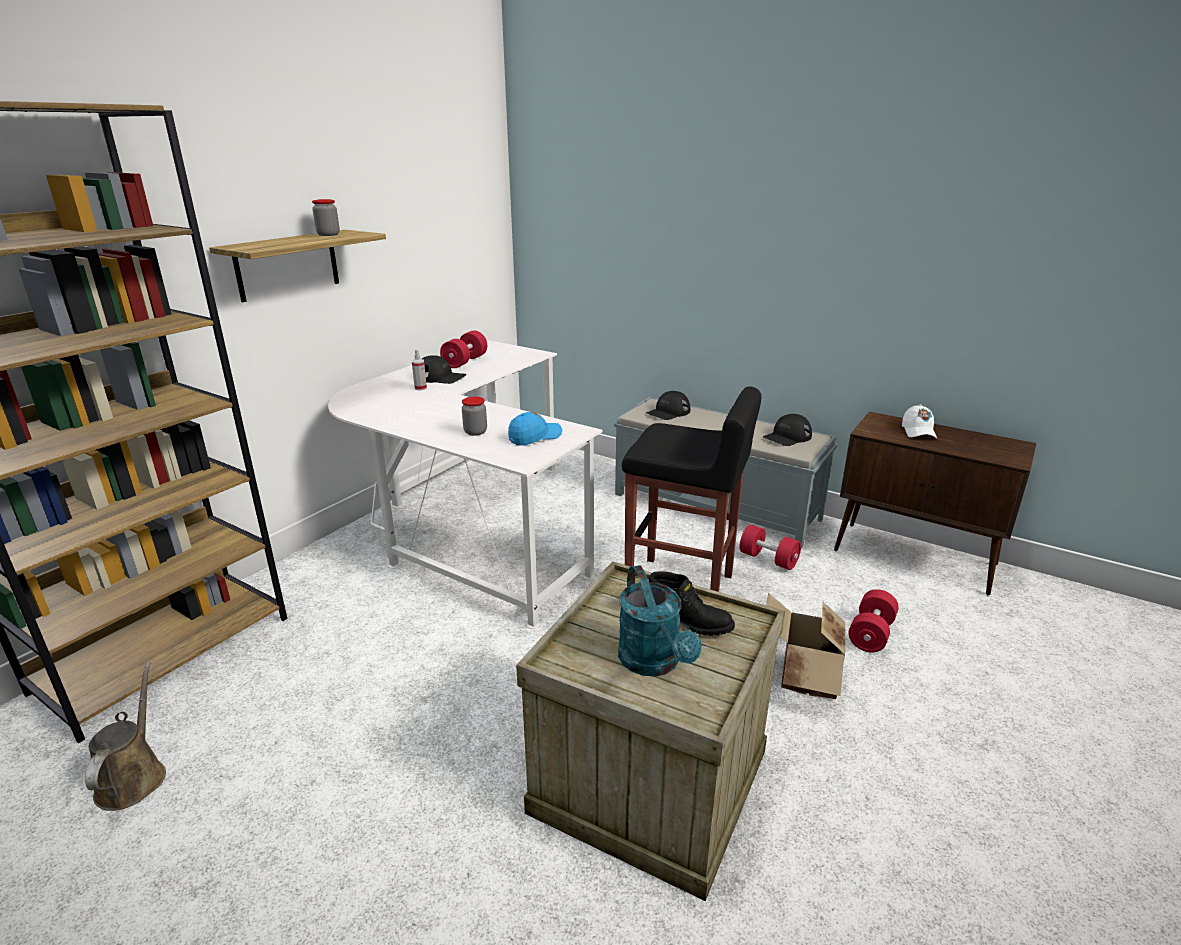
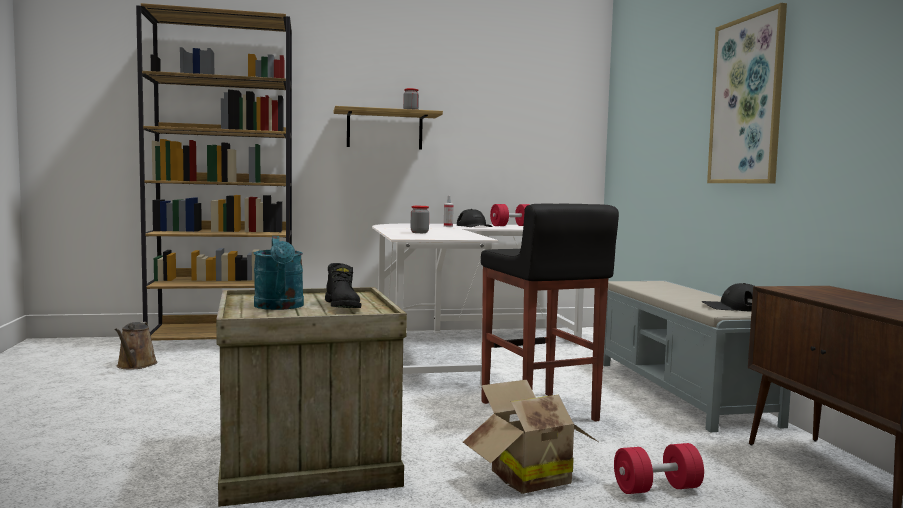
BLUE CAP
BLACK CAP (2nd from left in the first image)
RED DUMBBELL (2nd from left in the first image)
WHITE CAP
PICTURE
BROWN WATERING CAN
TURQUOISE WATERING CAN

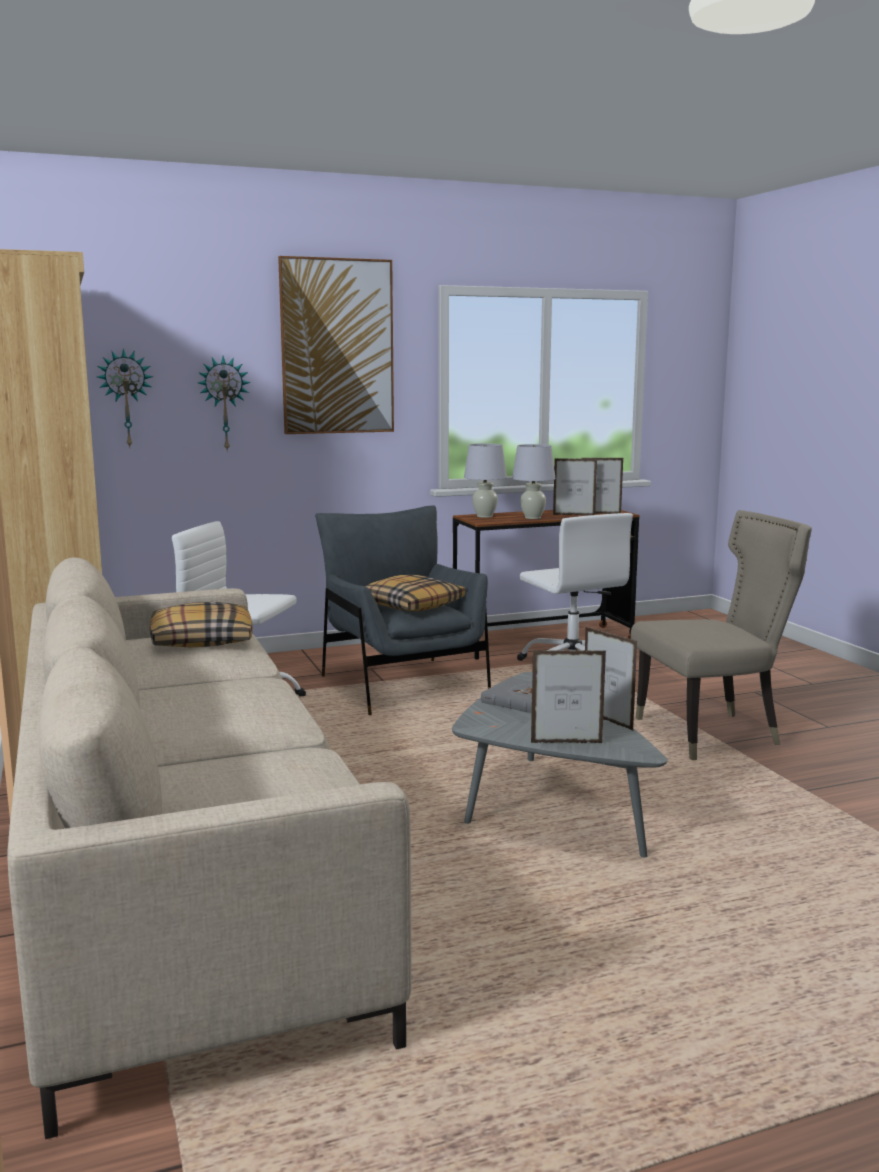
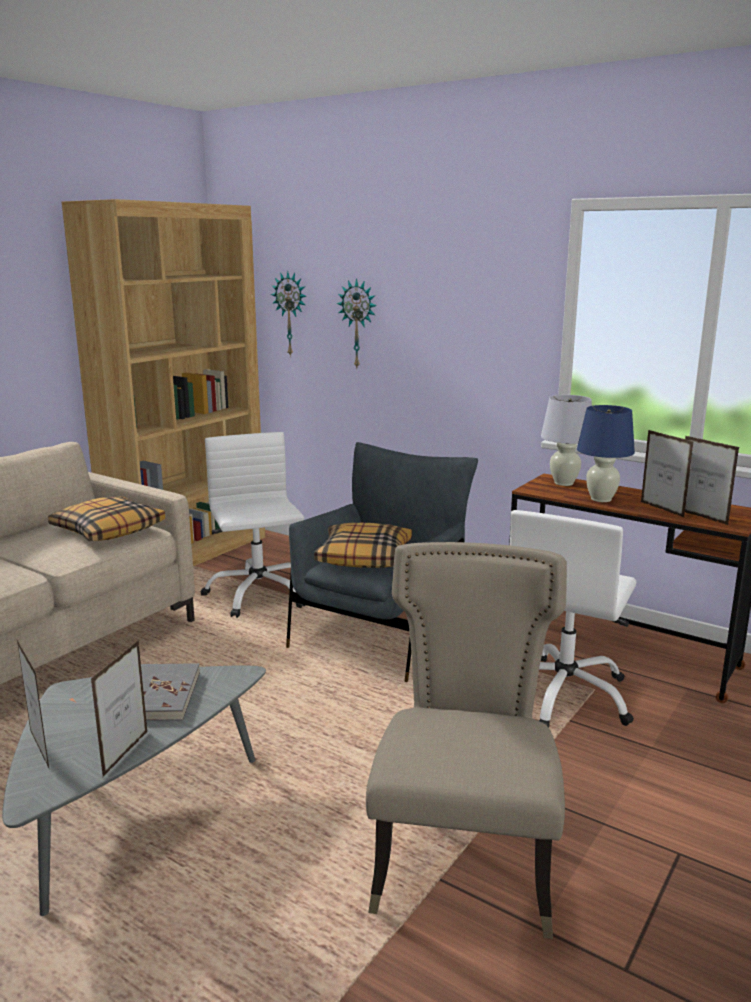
PICTURE
BLUE TABLE LAMP
BEIGE CHAIR

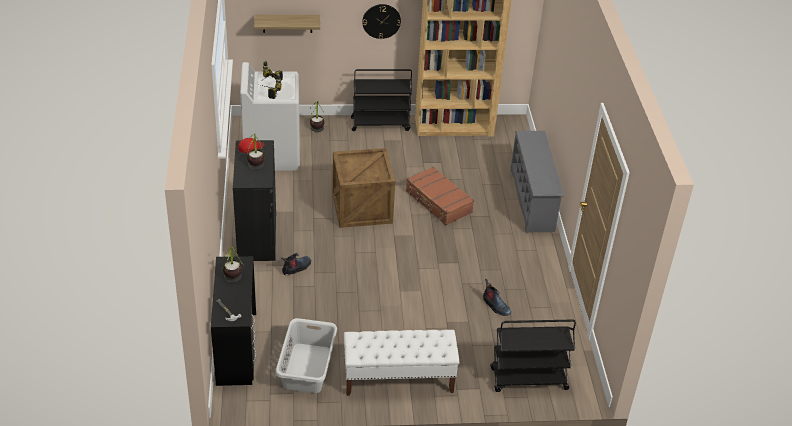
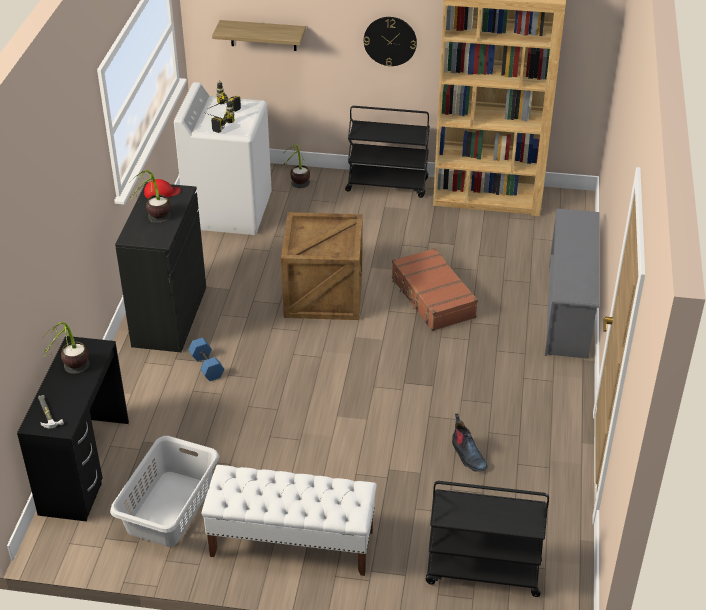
BLUE DUMBBELL

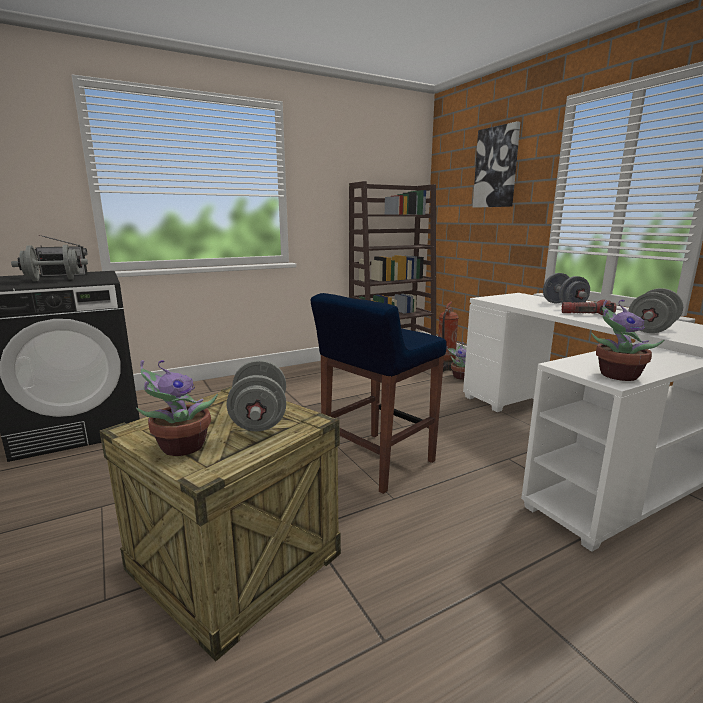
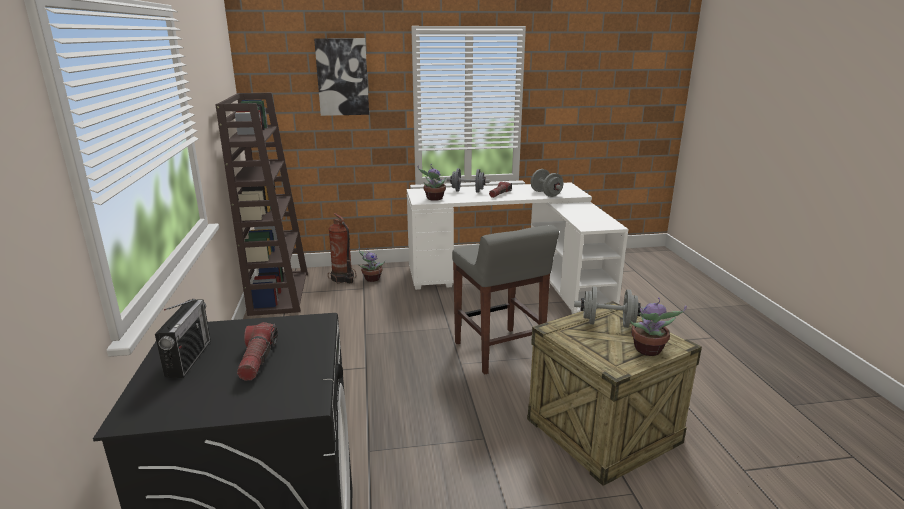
POTTED PLANT (2nd from left)
FLASHLIGHT (1st from left)
GREY STOOL

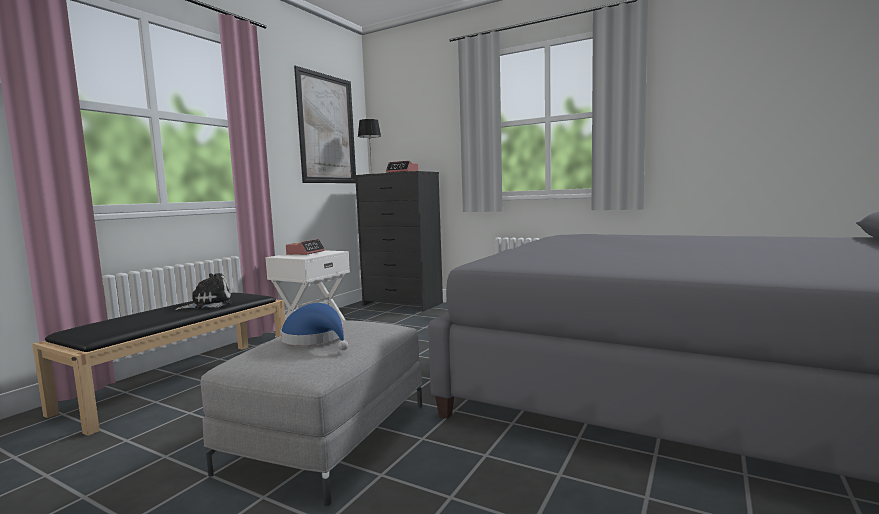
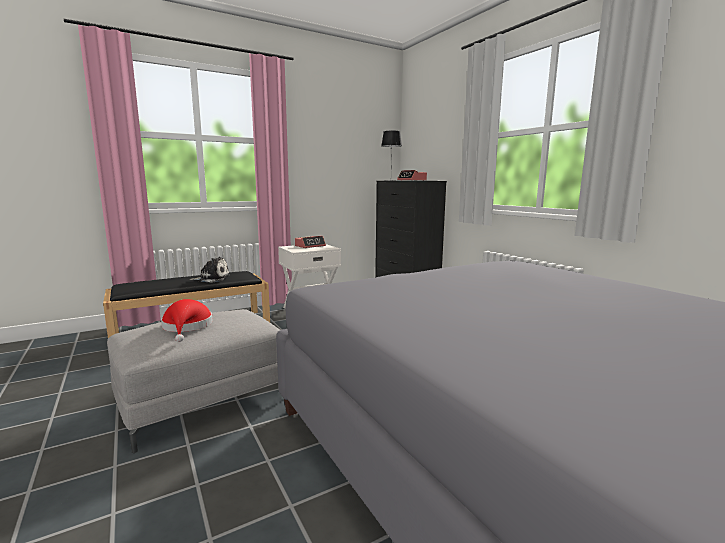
PICTURE
RED HAT

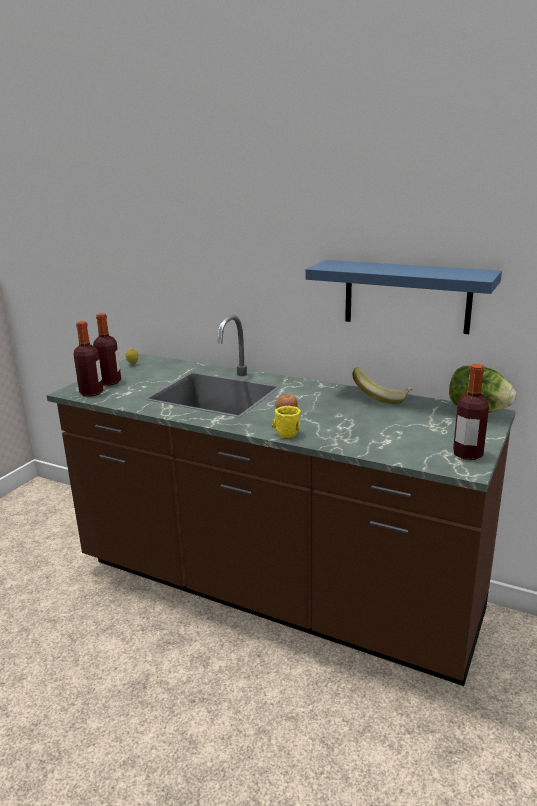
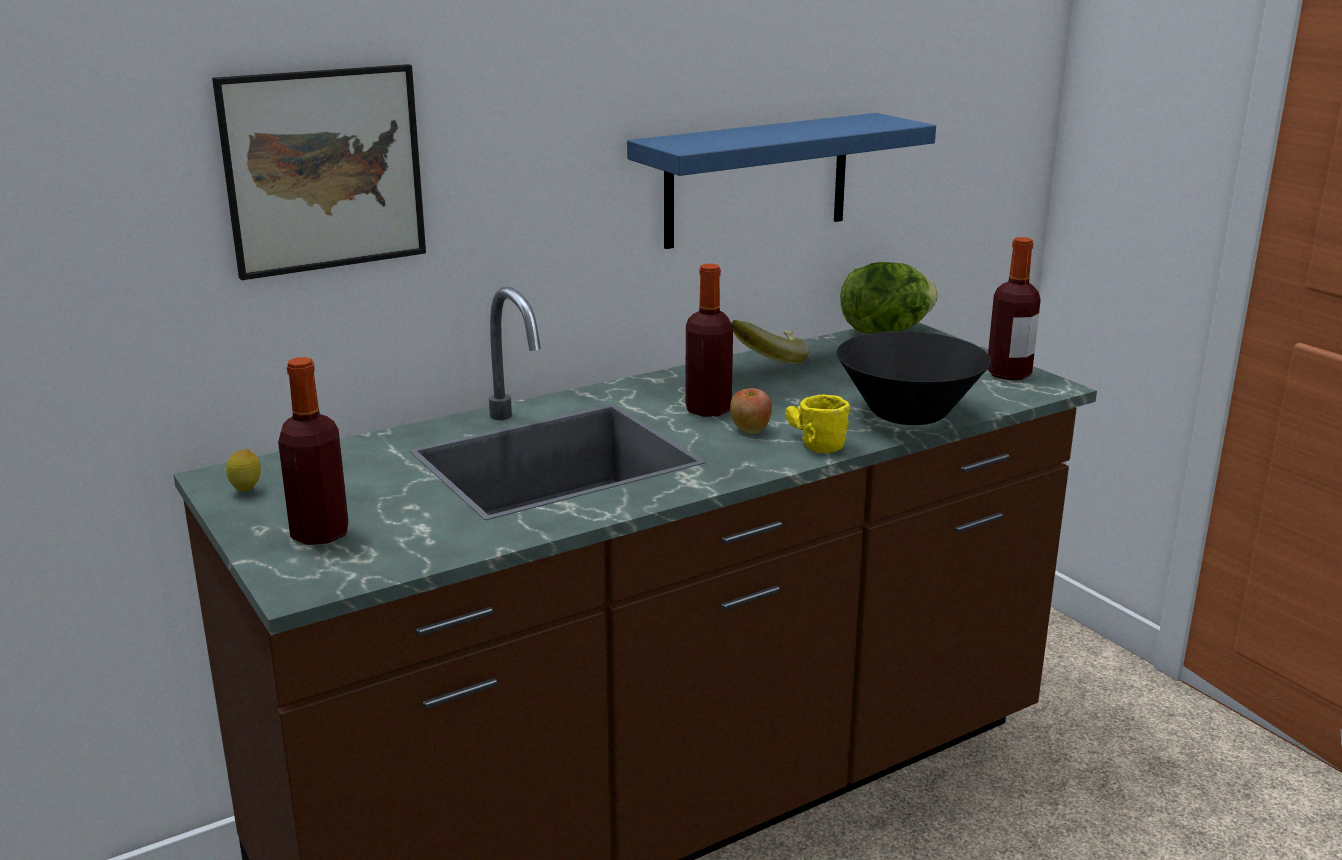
PICTURE
BLACK BOWL
BOTTLE (2nd from left)

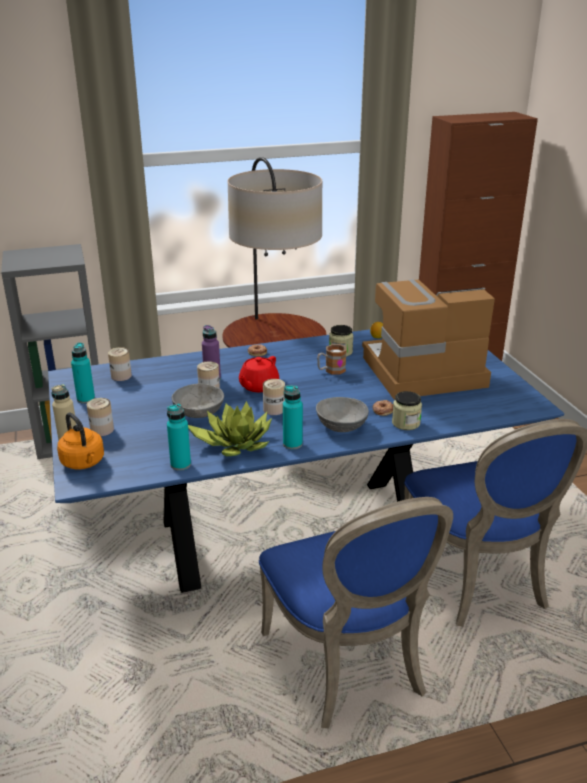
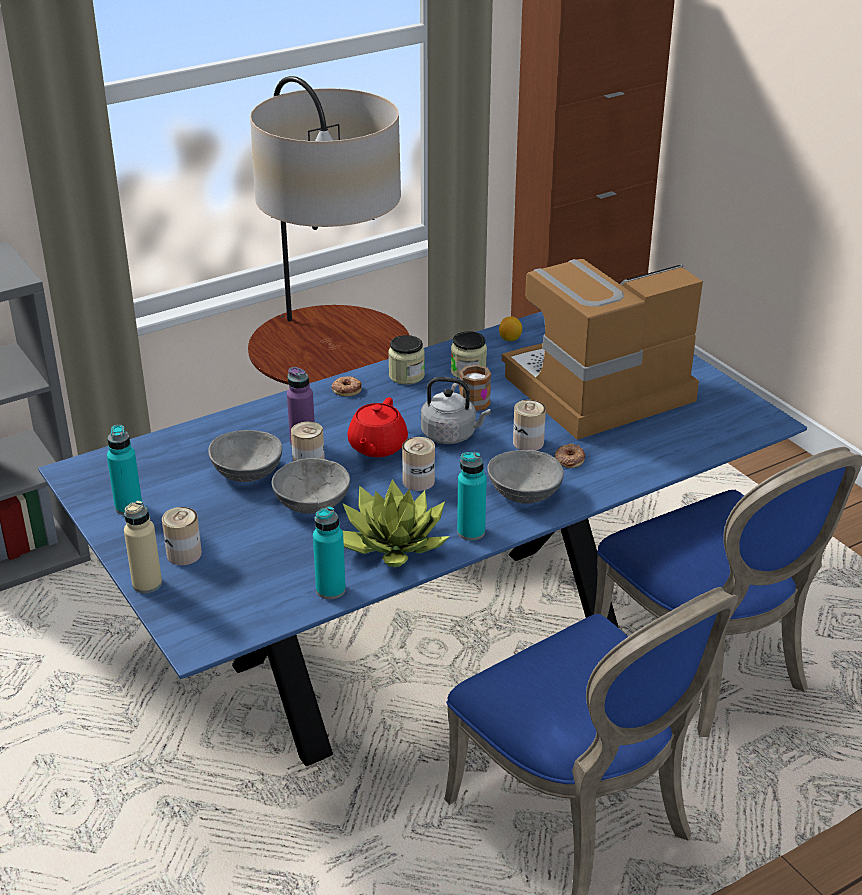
ORANGE KETTLE
GREY BOWL (1st from left)
GREY KETTLE
CAN (4th from left)
JAR (1st from left)

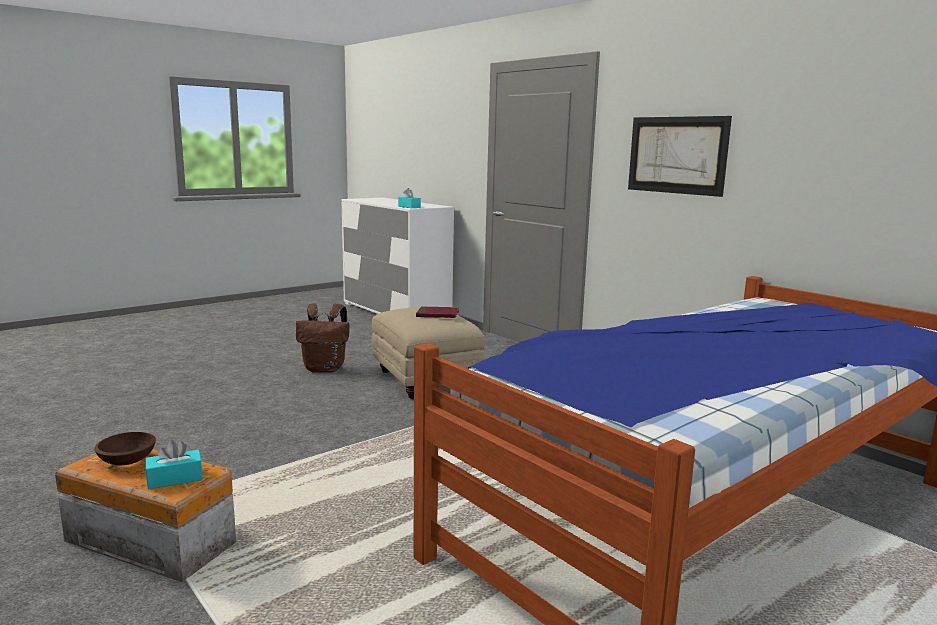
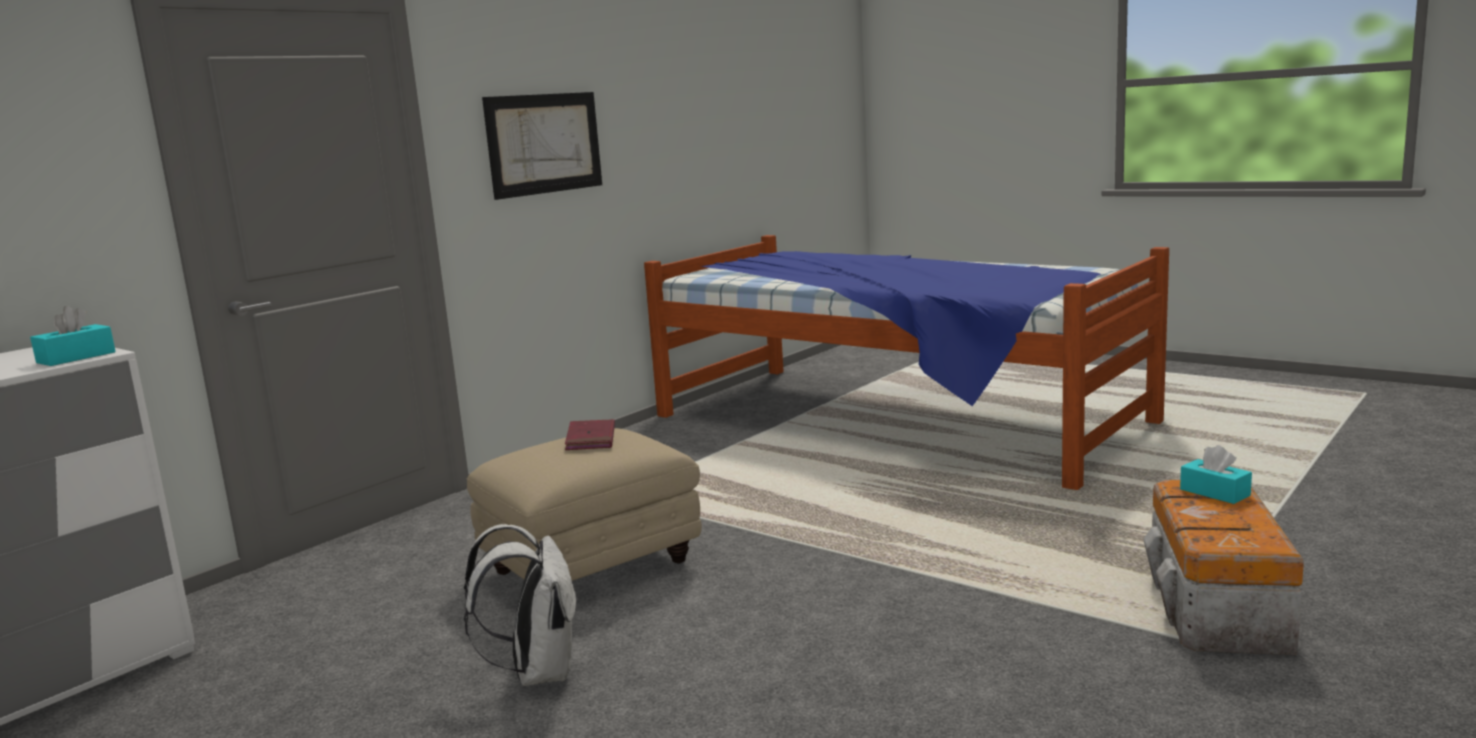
BROWN BOWL
WHITE BACKPACK

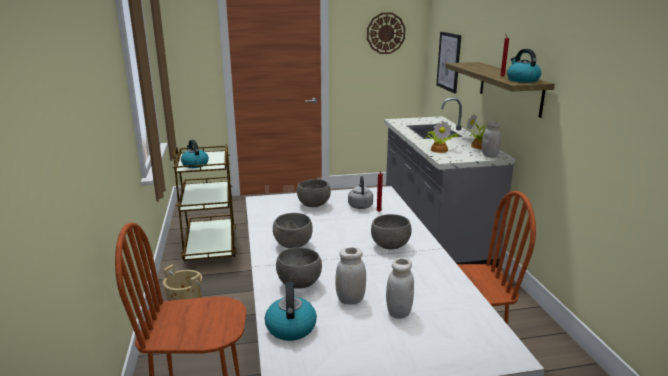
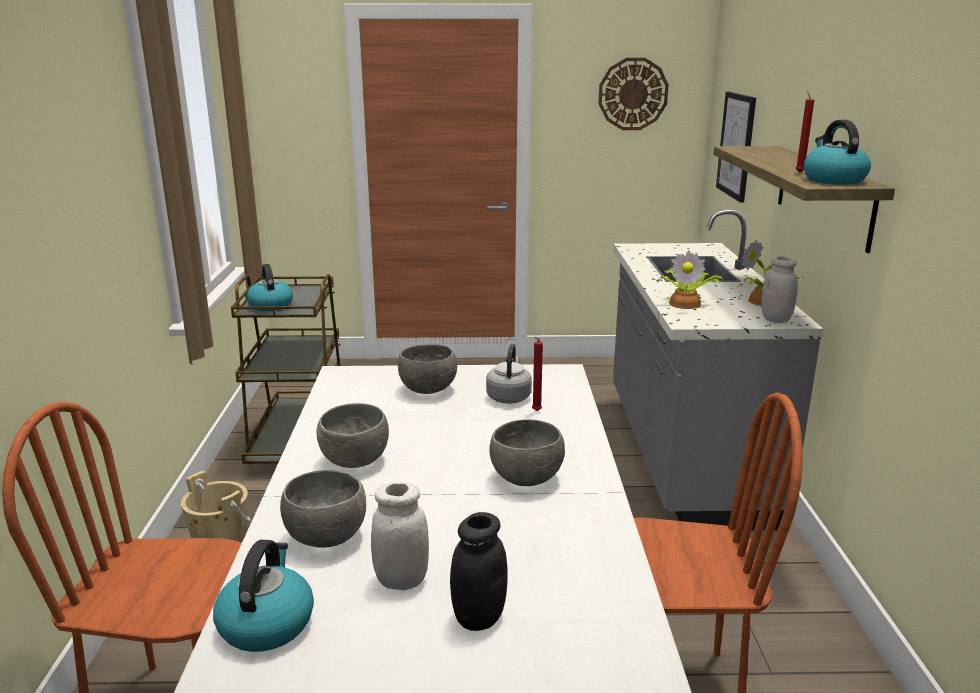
BLACK JAR

